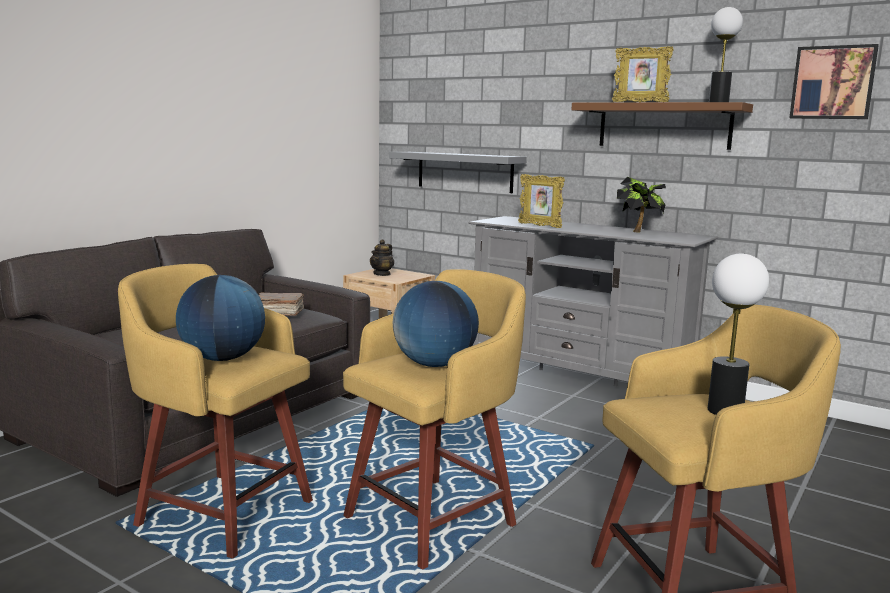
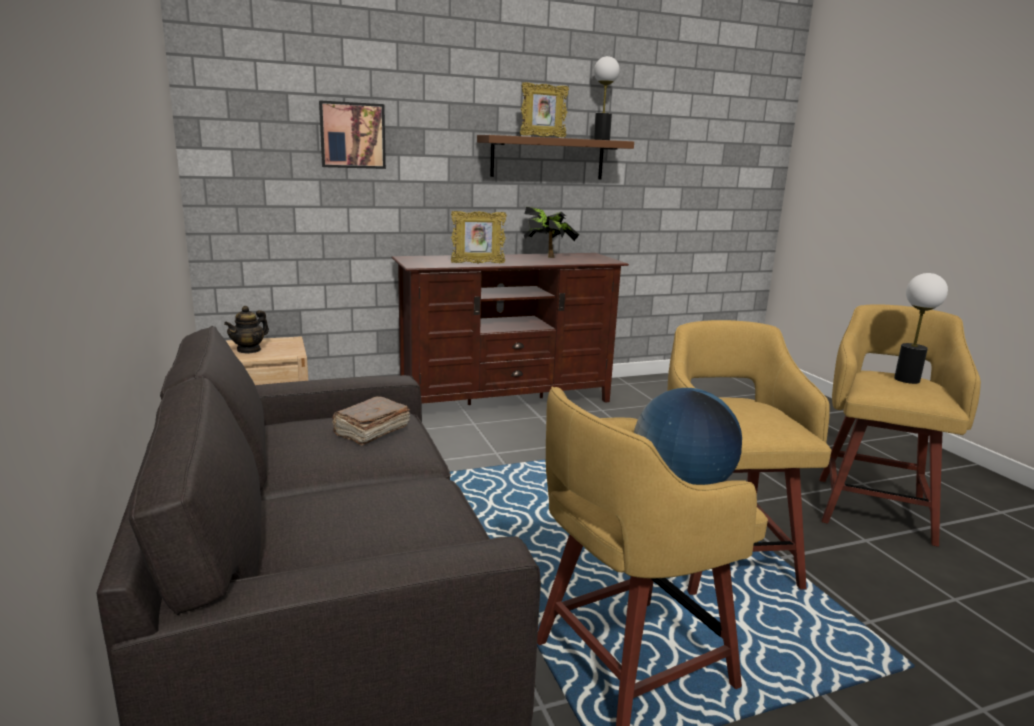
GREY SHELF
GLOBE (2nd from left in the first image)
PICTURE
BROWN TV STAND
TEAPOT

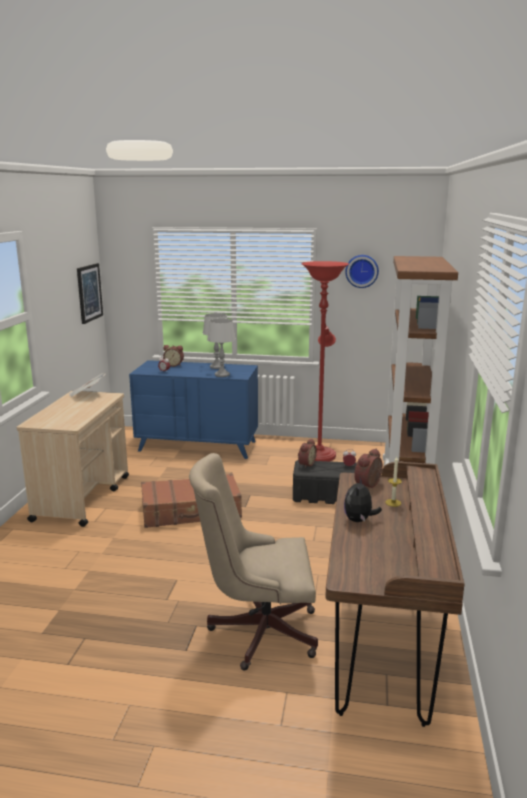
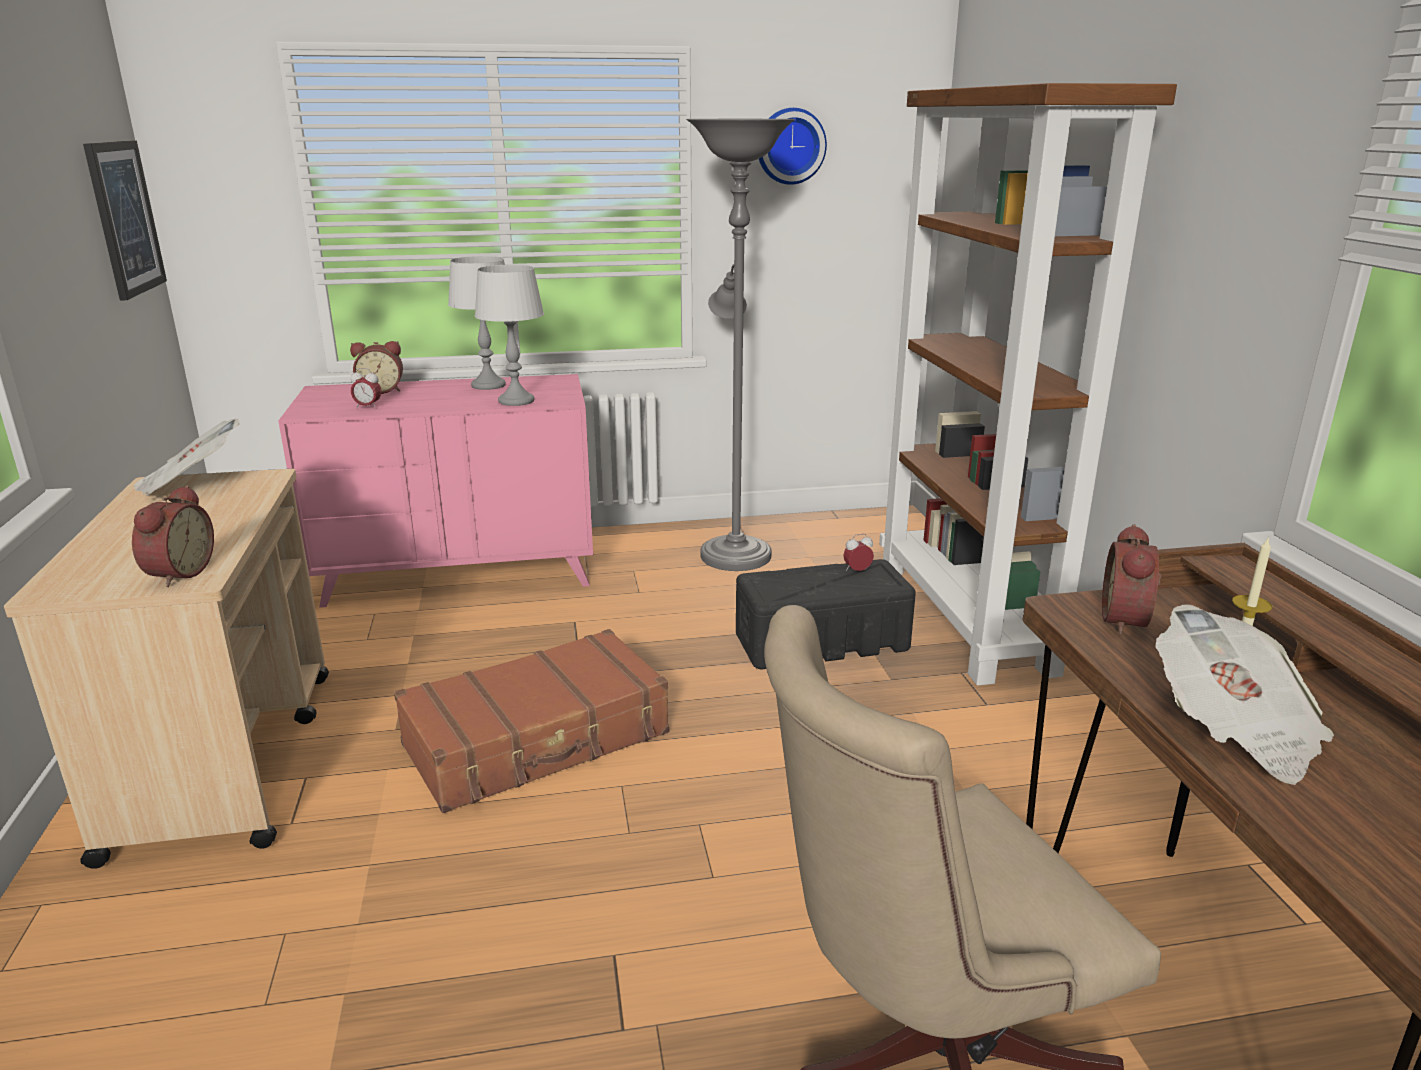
ALARM CLOCK (1st from left)
NEWSPAPER (2nd from left)
PINK DRESSER
GREY FLOOR LAMP

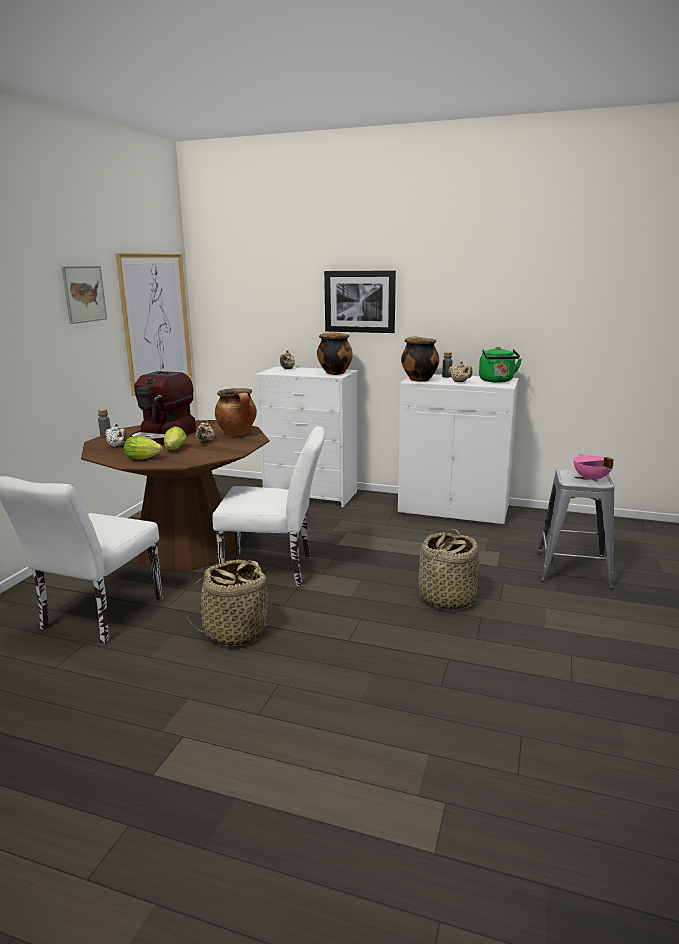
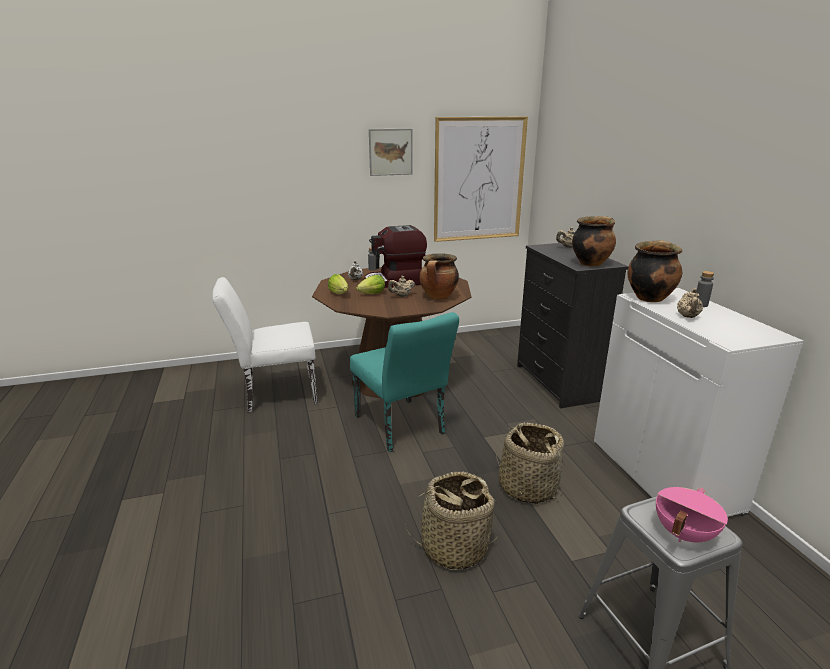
PICTURE (3rd from left in the first image)
GREEN KETTLE
BASKET (2nd from left)
TURQUOISE CHAIR
BLACK DRESSER

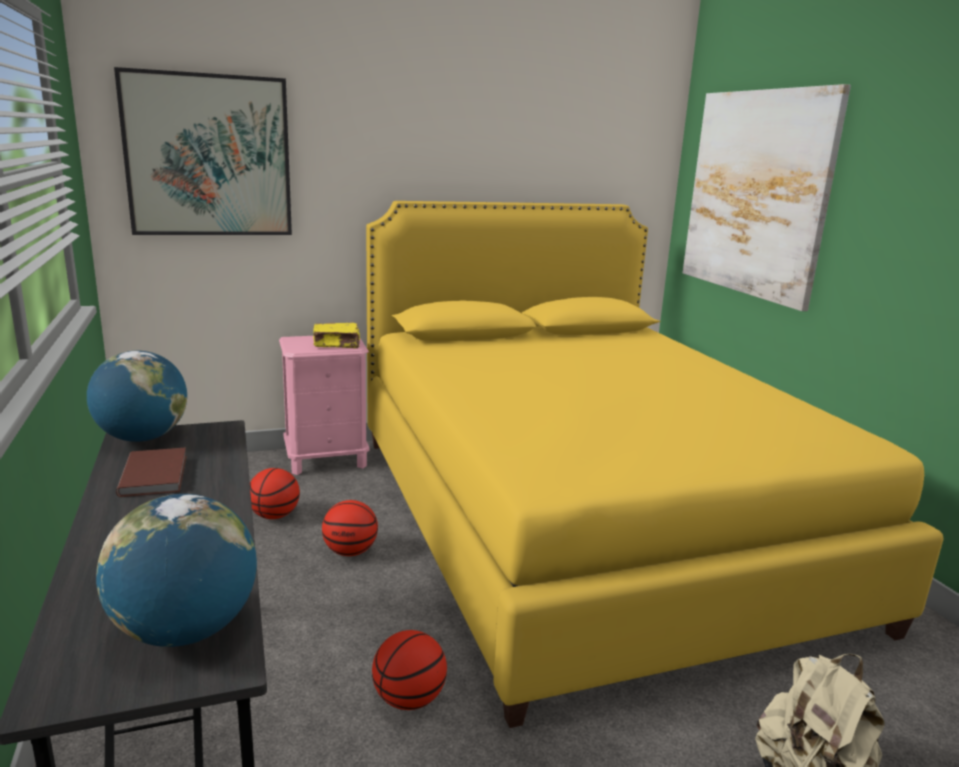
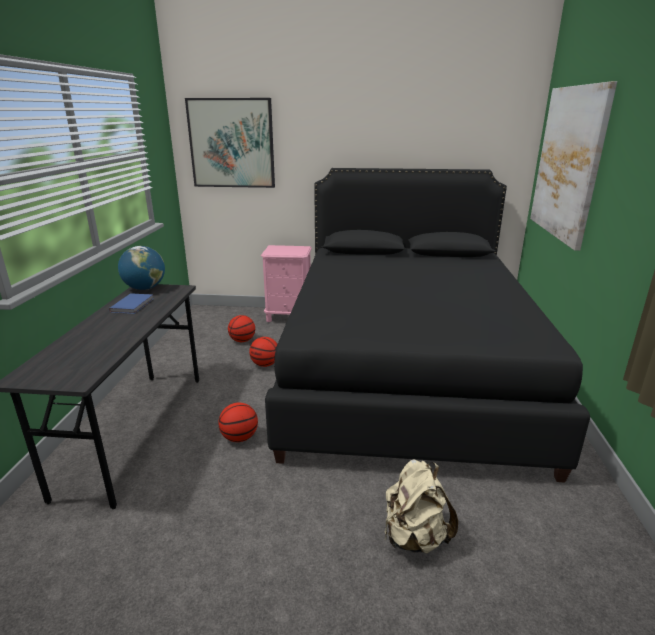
GLOBE (2nd from left in the first image)
YELLOW BOOK
BLUE BOOK
BLACK BED

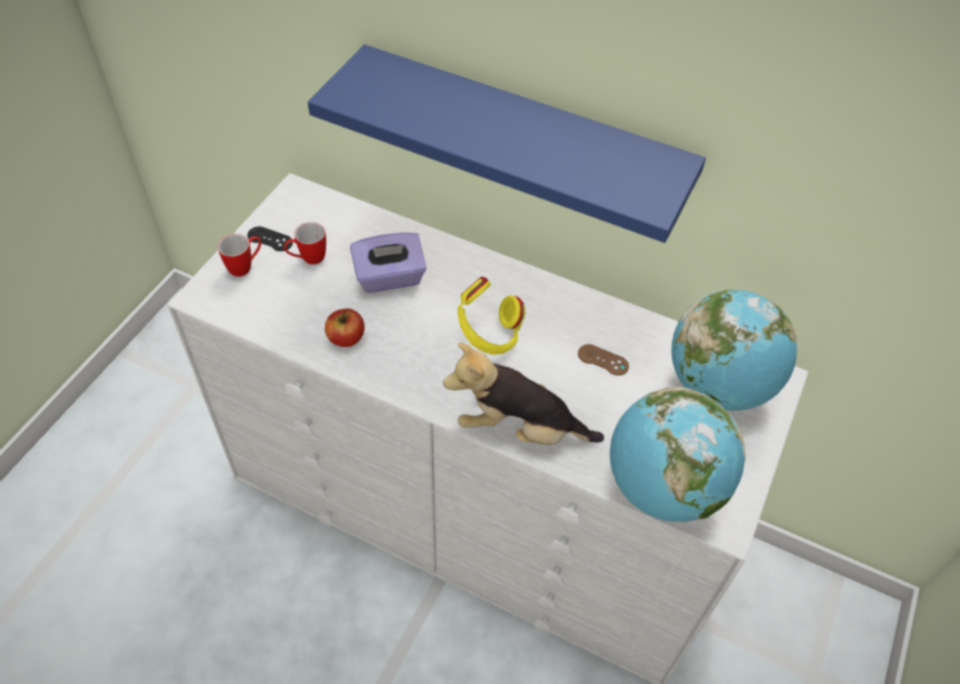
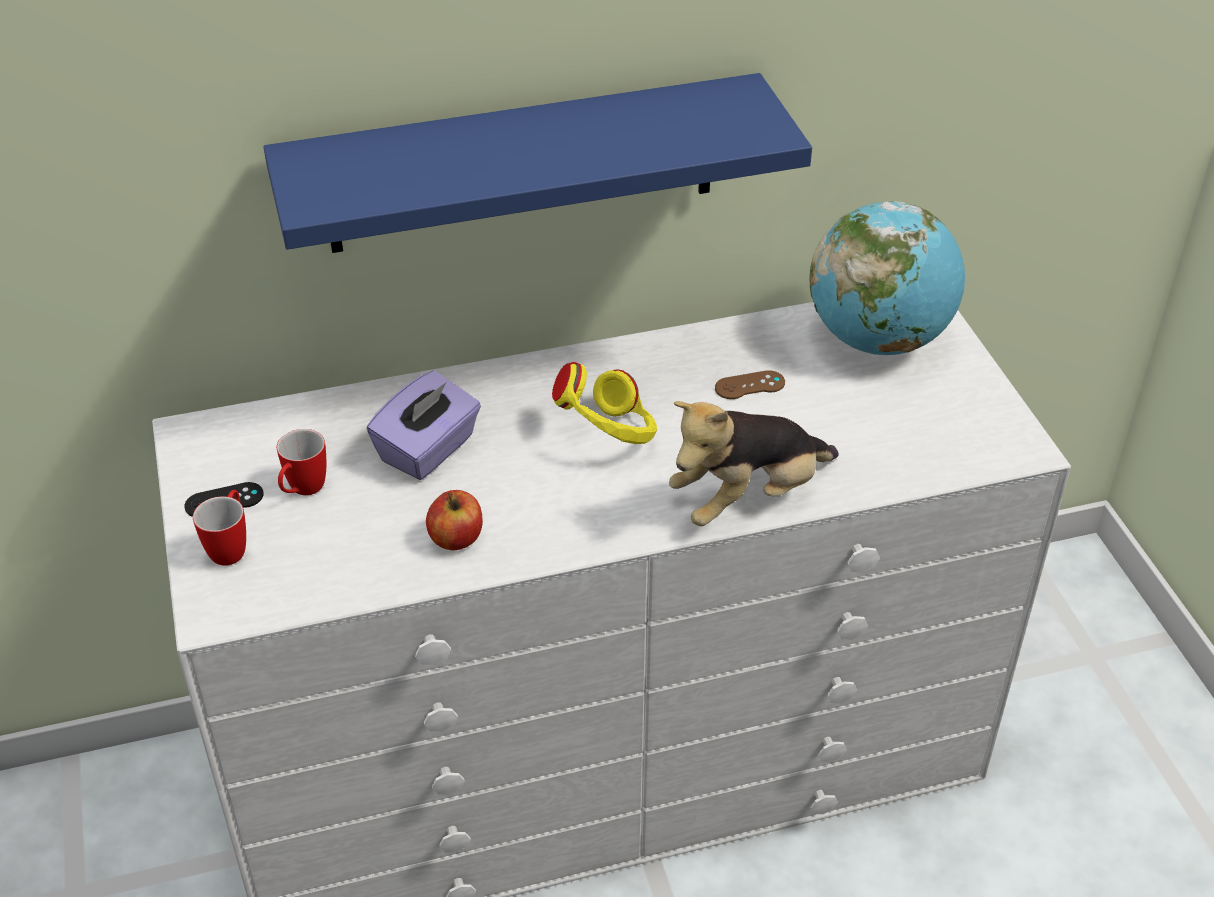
GLOBE (1st from left in the first image)

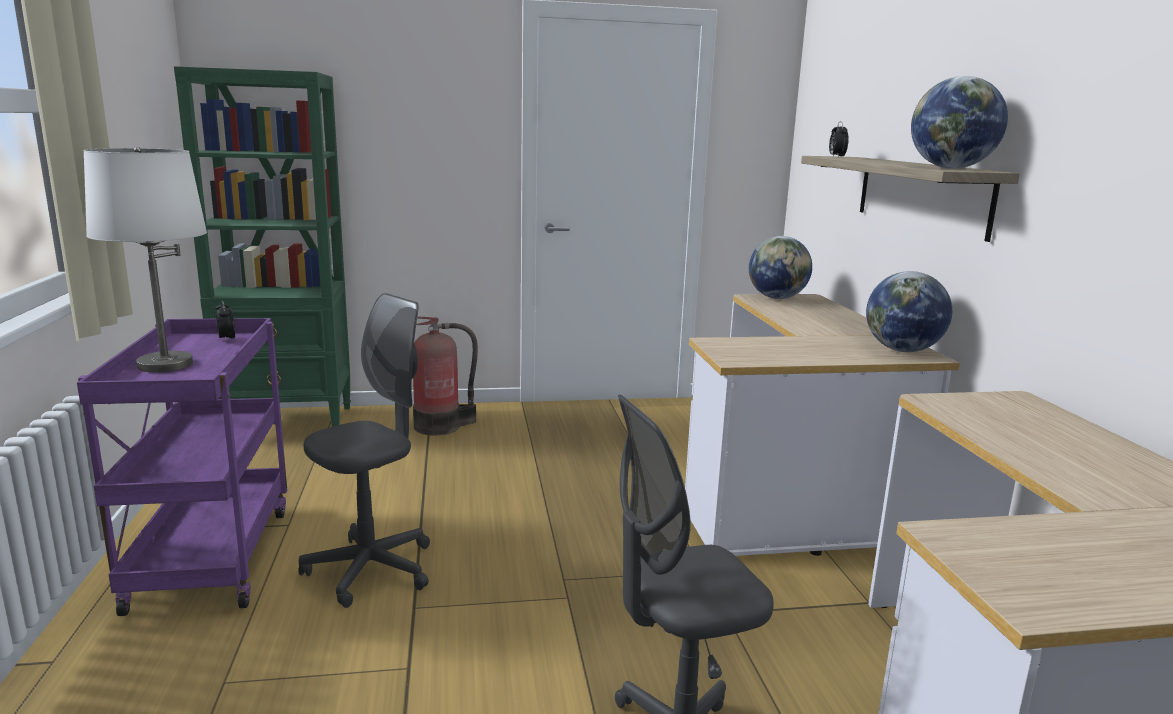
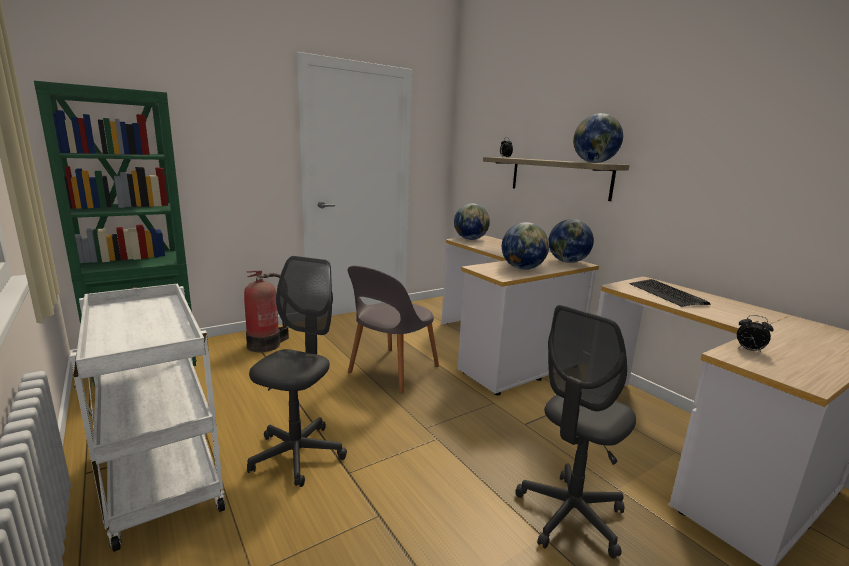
WHITE TABLE LAMP
GREY CHAIR
GLOBE (2nd from left)
KEYBOARD
ALARM CLOCK (2nd from left)
WHITE CART

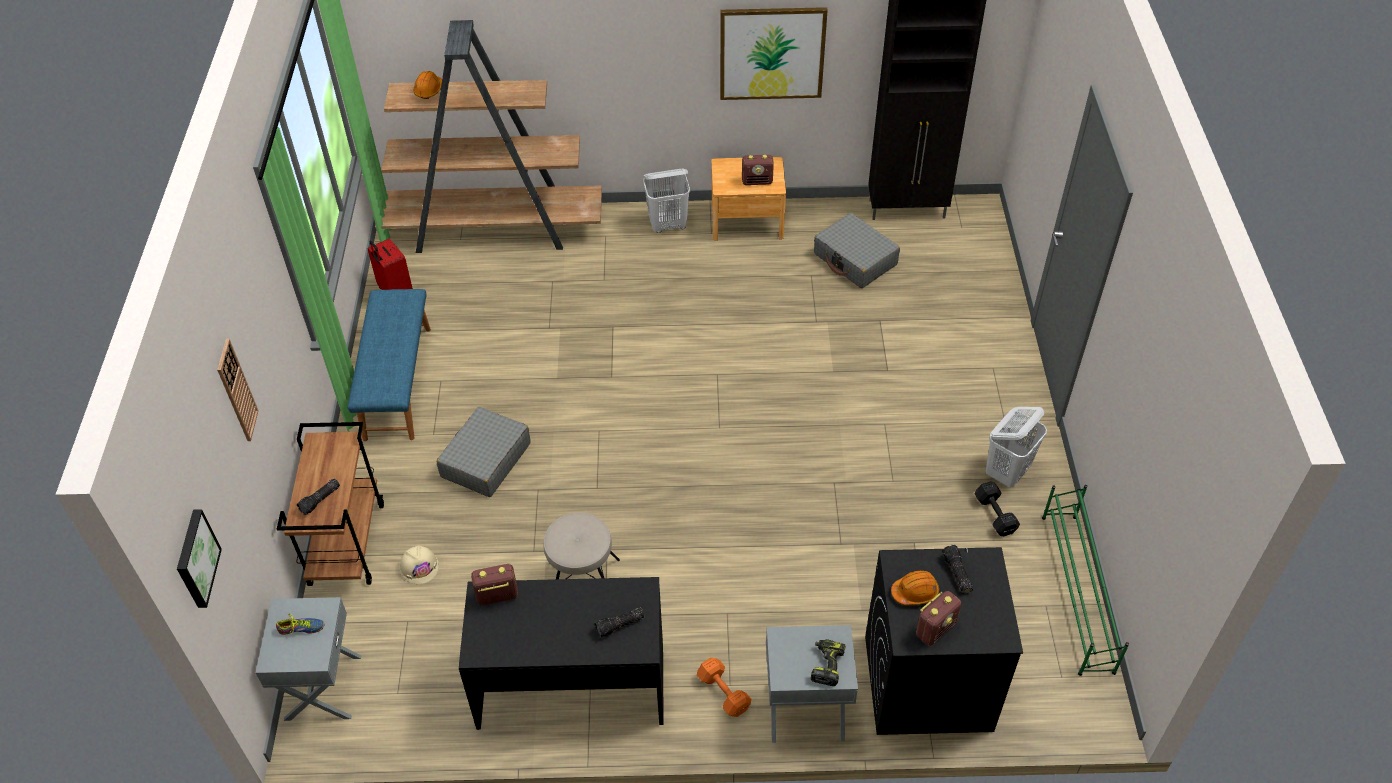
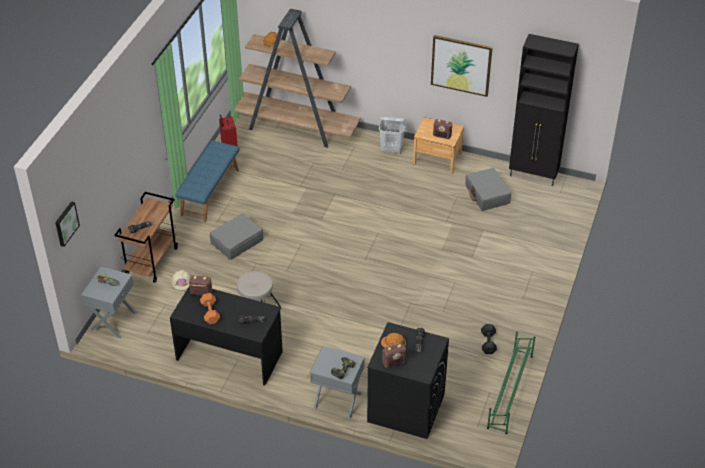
WALL CLOCK
WHITE LAUNDRY BASKET (2nd from left in the first image)
ORANGE DUMBBELL

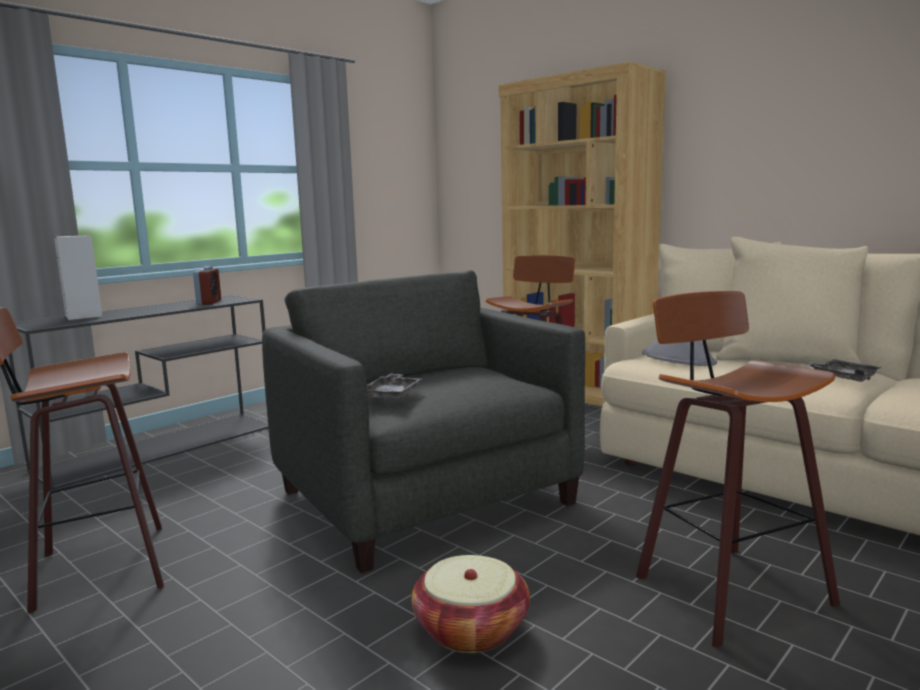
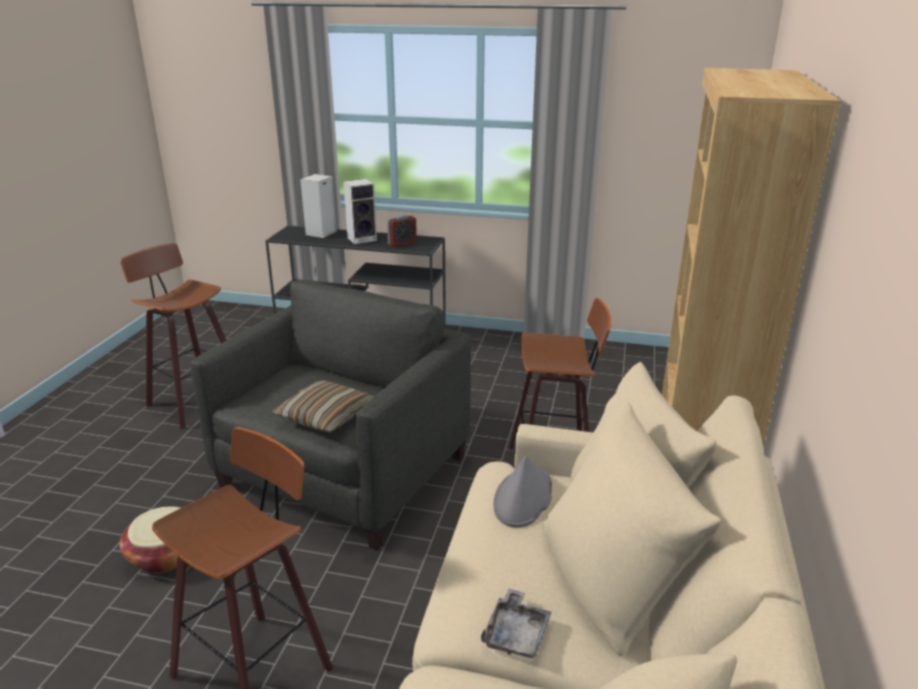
GREY TRAY (1st from left in the first image)
PILLOW
SPEAKER (2nd from left)

